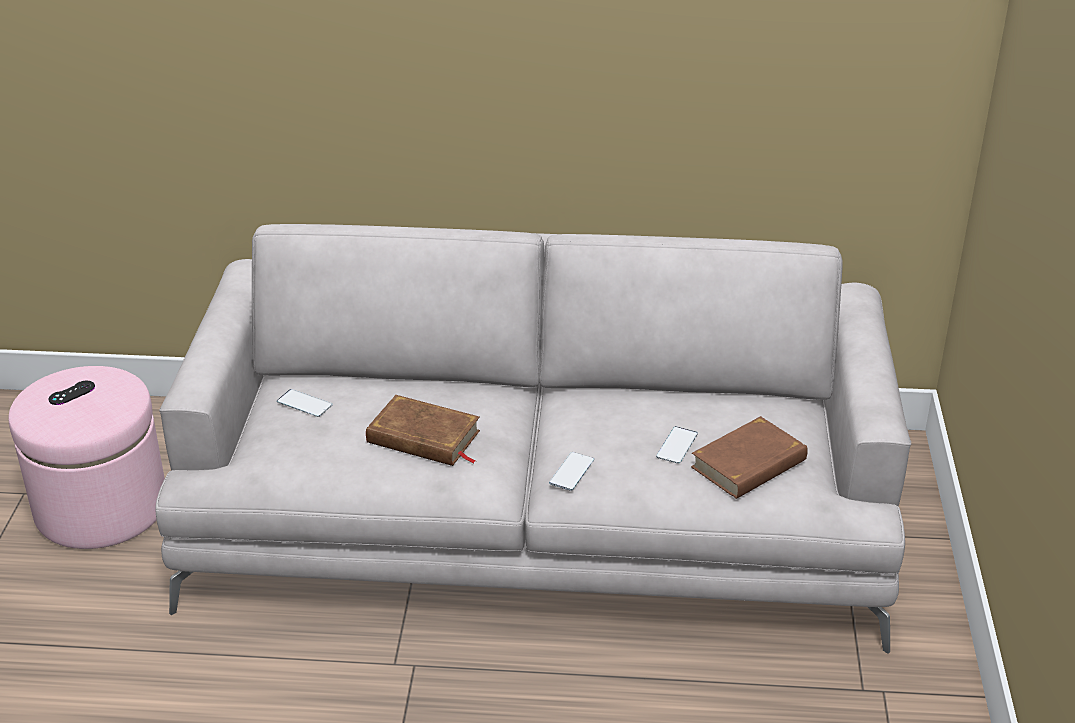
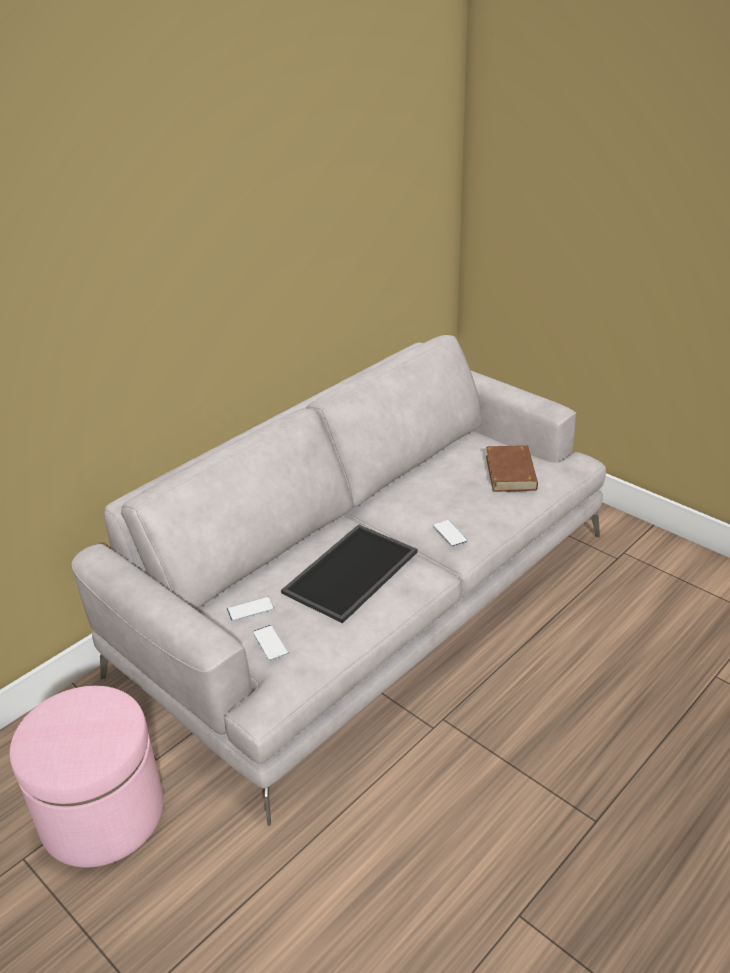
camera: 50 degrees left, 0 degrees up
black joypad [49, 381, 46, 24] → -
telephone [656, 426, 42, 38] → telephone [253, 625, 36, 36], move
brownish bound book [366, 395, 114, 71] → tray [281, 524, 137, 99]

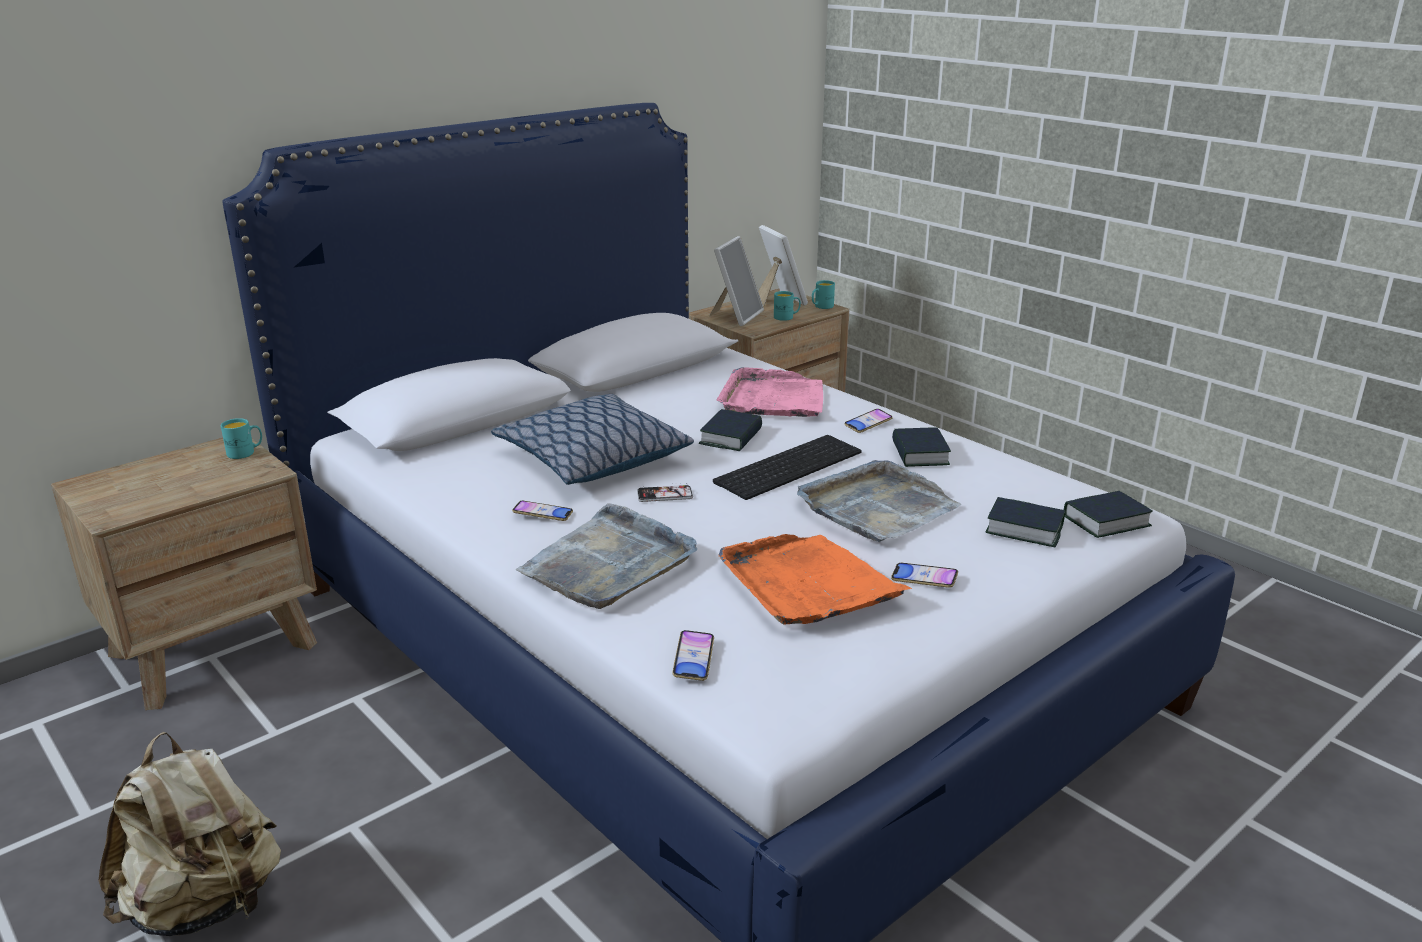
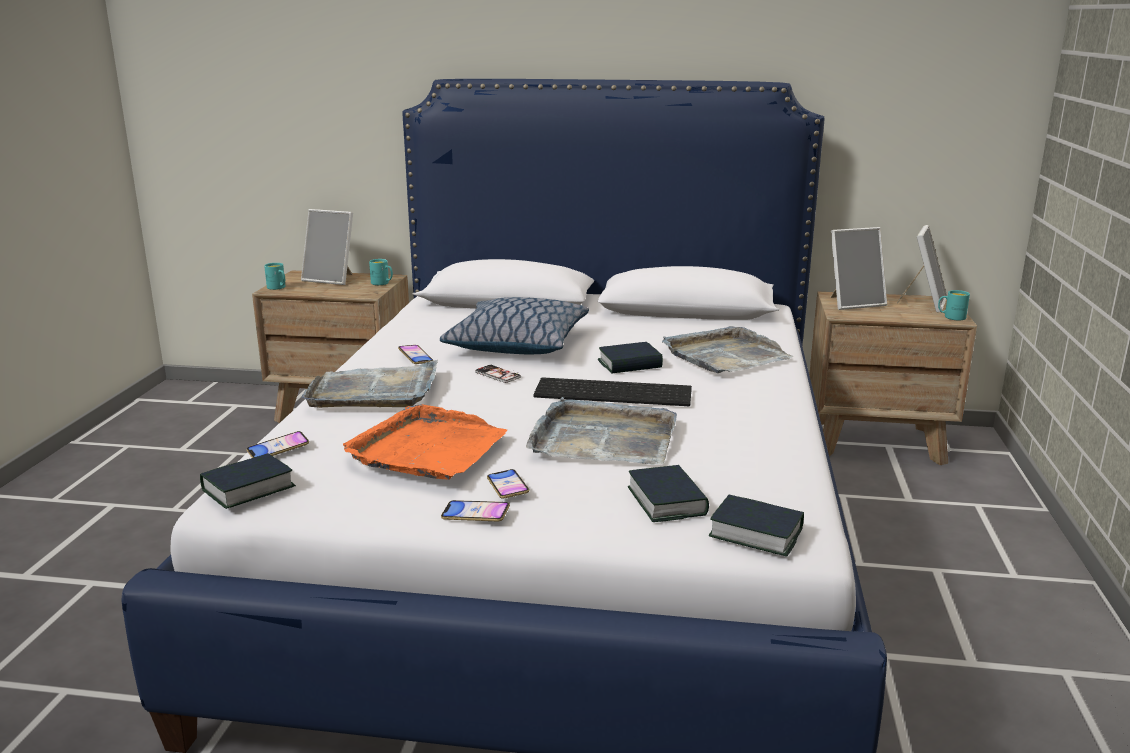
camera: 50 degrees right, 5 degrees down
beige-coloured backpack [98, 732, 183, 204] → -
- → picture frame [301, 209, 52, 76]
turquoise-coloured coffee mug [774, 291, 27, 30] → turquoise-coloured coffee mug [264, 263, 21, 27], move
telephone [844, 409, 49, 24] → telephone [441, 500, 69, 21], move
bound book [892, 428, 59, 39] → bound book [200, 453, 96, 56], move
pink tray [717, 367, 106, 50] → gray tray [662, 326, 132, 47]

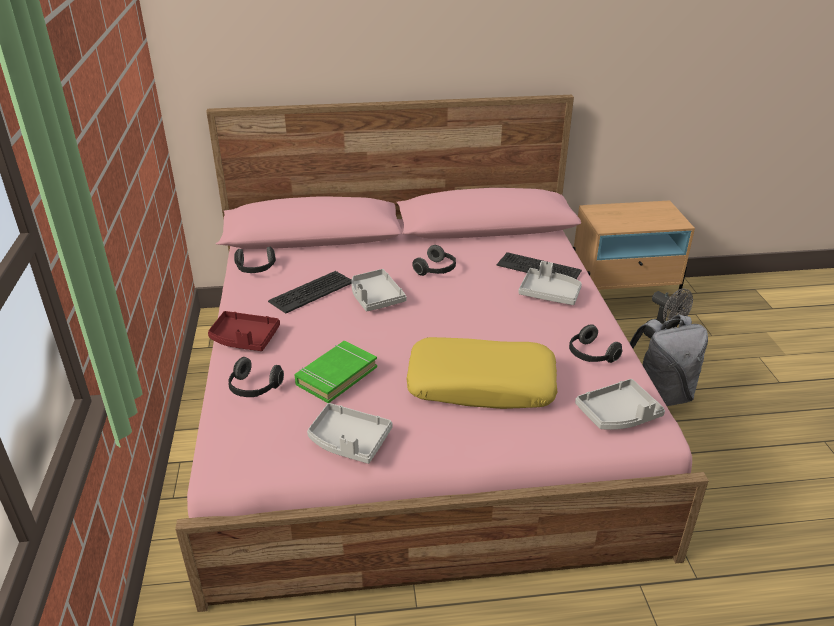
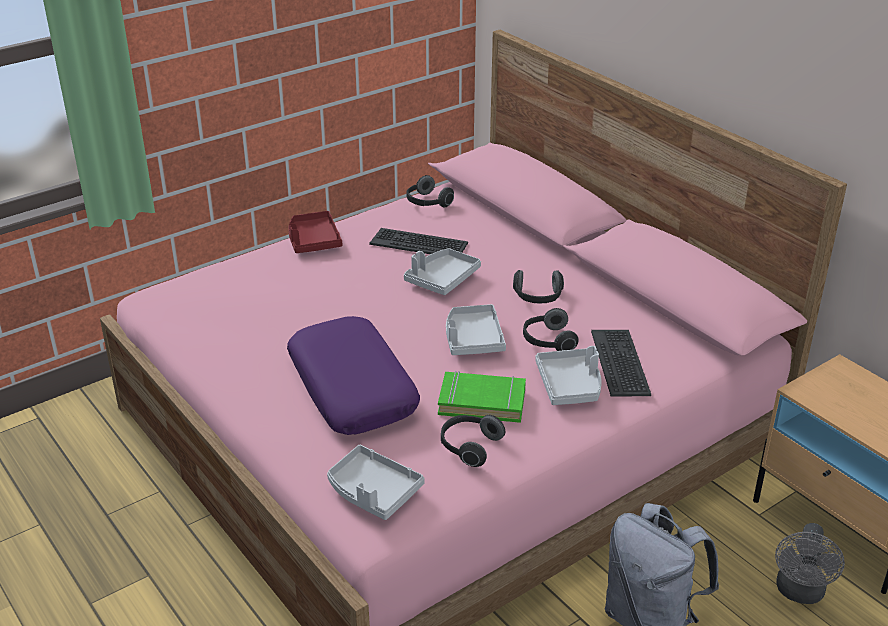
camera: 60 degrees right, 0 degrees up
headphones [228, 357, 56, 40] → headphones [523, 308, 56, 43], move
green-coloured bound book [294, 341, 83, 62] → green-coloured bound book [438, 371, 88, 52], move
gray tray [307, 403, 85, 61] → gray tray [446, 304, 60, 51], move
yellowish pillow [406, 337, 151, 72] → purple pillow [287, 316, 133, 119]

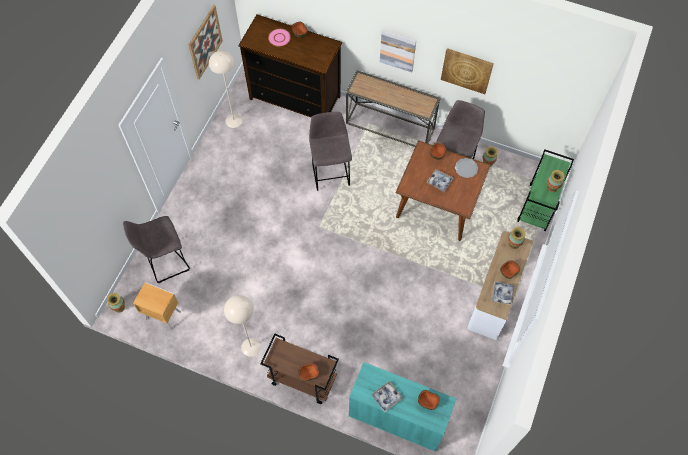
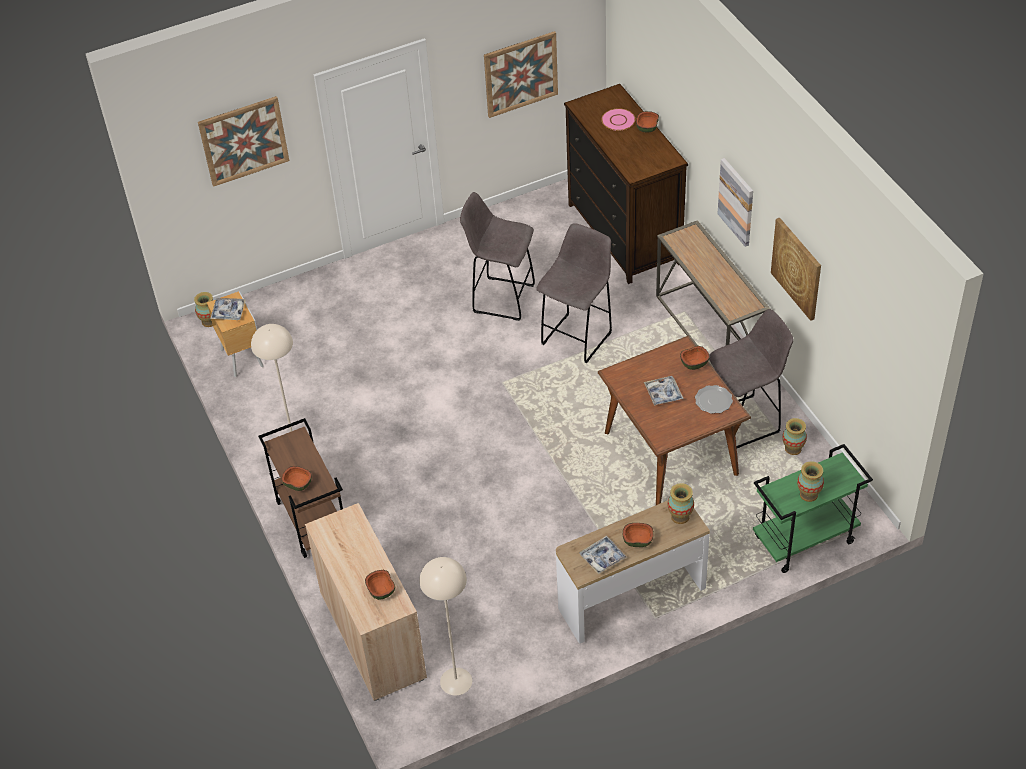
camera: 45 degrees right, 15 degrees down
- → picture [198, 96, 91, 91]
gray sitting stool [123, 216, 67, 67] → gray sitting stool [460, 192, 75, 129], move
beige-coloured standing lamp [209, 51, 33, 77] → beige-coloured standing lamp [419, 557, 53, 139], move
tray [371, 381, 32, 31] → tray [210, 298, 36, 22], move
turquoise-coloured cupboard [349, 362, 107, 90] → beige-coloured cupboard [305, 503, 122, 198]

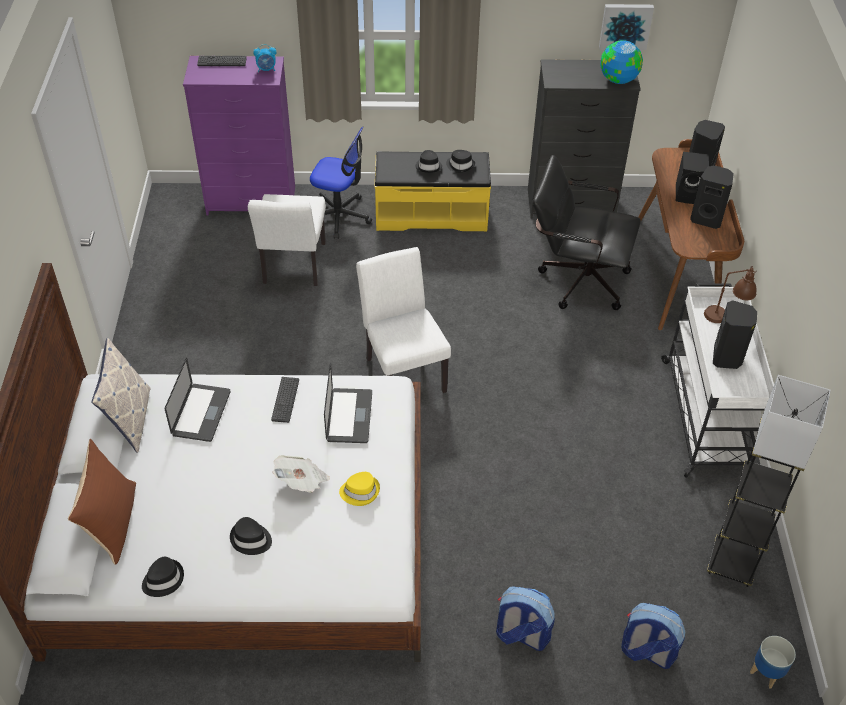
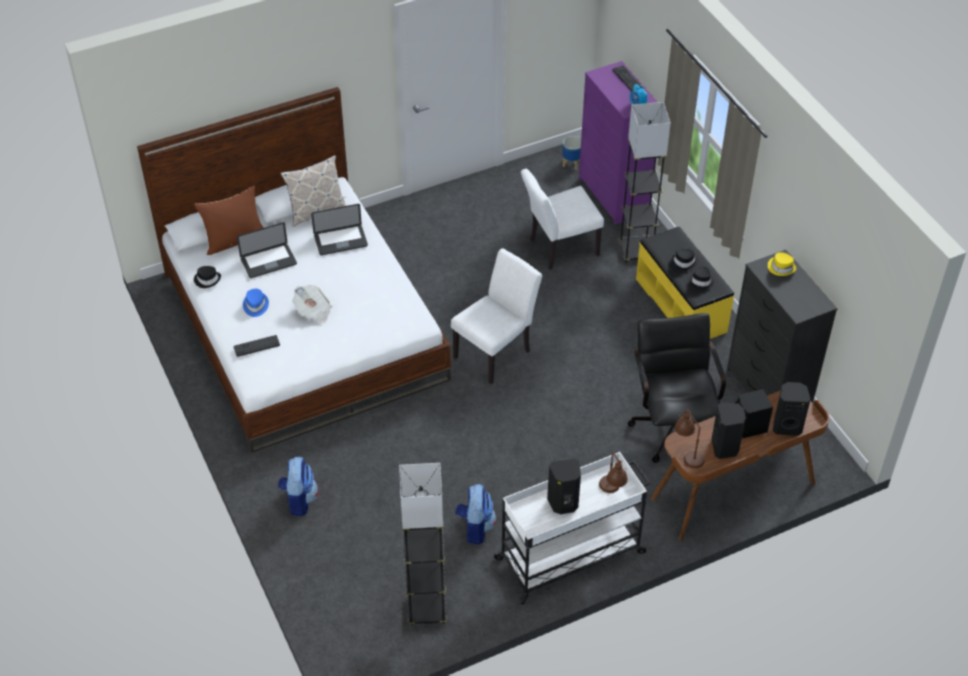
camera: 65 degrees right, 0 degrees up
picture [599, 4, 55, 46] → -
globe [600, 40, 43, 44] → -
- → brownish table lamp [675, 409, 30, 60]
keyboard [271, 377, 28, 46] → keyboard [233, 335, 47, 22], move
portable computer [324, 363, 48, 80] → portable computer [237, 222, 60, 56], move
yellowish clothing hat [339, 472, 41, 34] → yellowish clothing hat [768, 252, 29, 24], move
backpack [621, 603, 64, 66] → backpack [456, 484, 40, 61], move
flower pot [750, 636, 46, 52] → flower pot [562, 136, 19, 34], move
computer chair [310, 127, 62, 112] → gray standing lamp [619, 102, 52, 161]
black clothing hat [230, 517, 42, 38] → bluish clothing hat [243, 289, 26, 28]

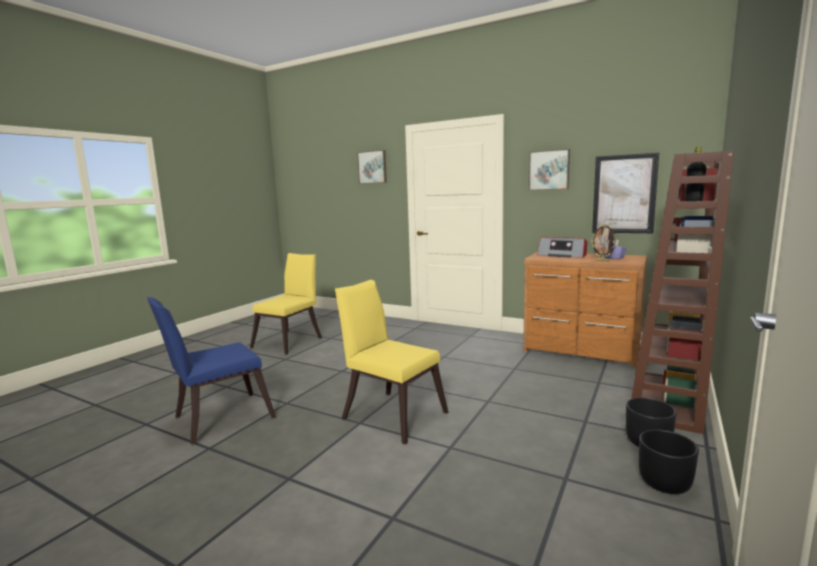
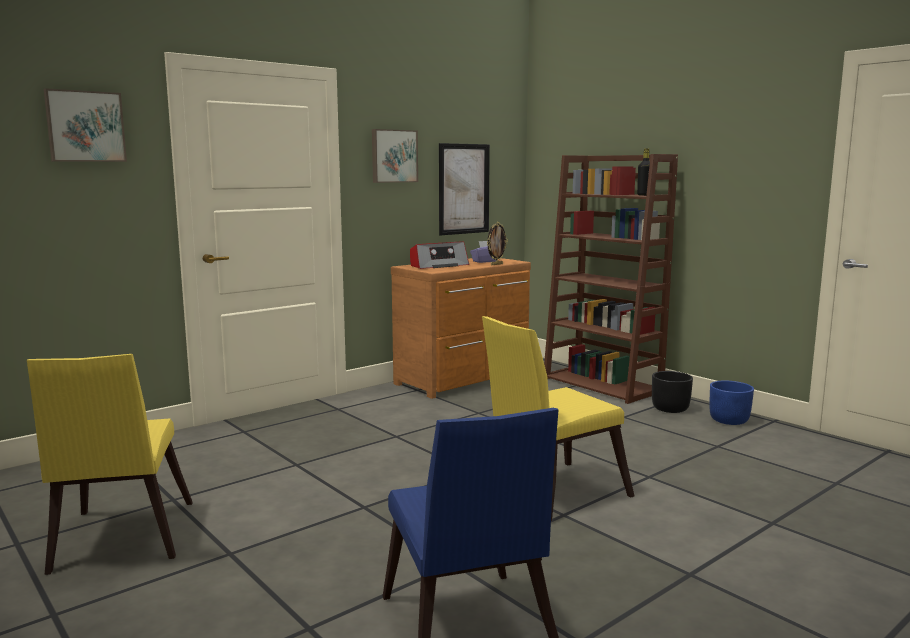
camera: 70 degrees left, 0 degrees up
black flower pot [639, 430, 60, 64] → bluish flower pot [709, 381, 45, 44]
yellowish chair [250, 253, 72, 102] → yellowish chair [27, 354, 166, 221], 150 degrees counterclockwise

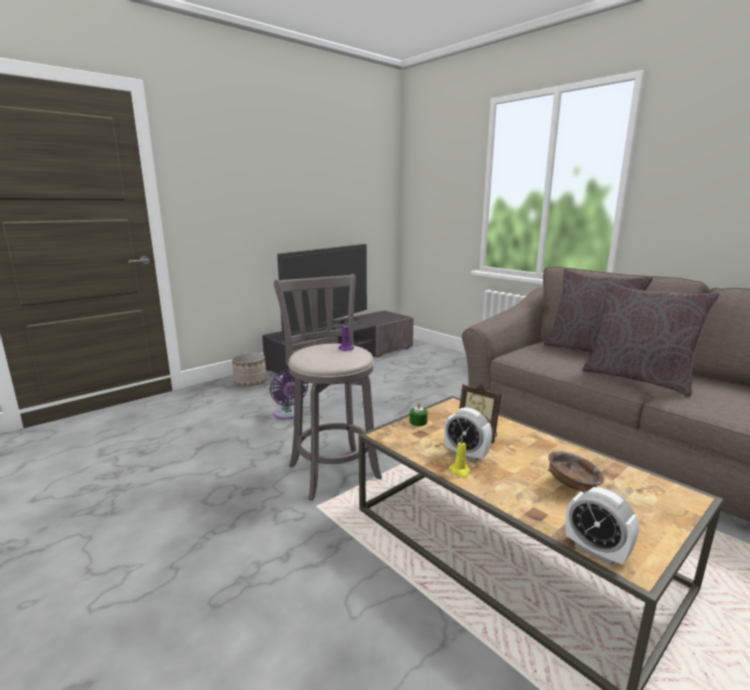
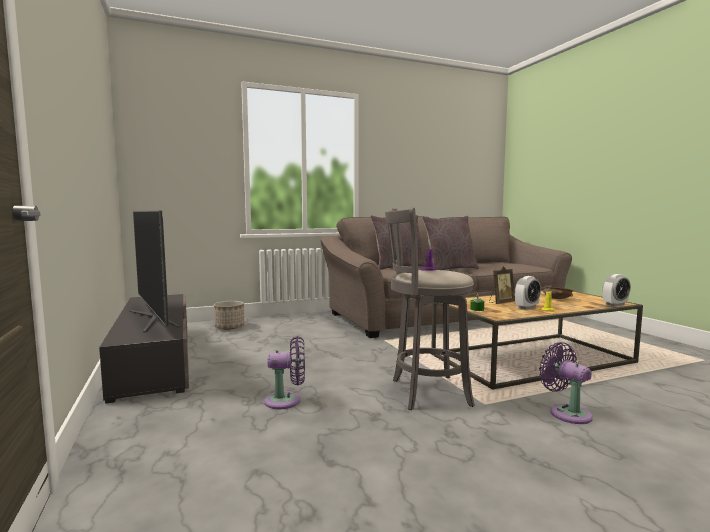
camera: 70 degrees left, 10 degrees down
- → purple fan [539, 342, 54, 82]
flower pot [232, 353, 35, 33] → flower pot [214, 301, 30, 29], move

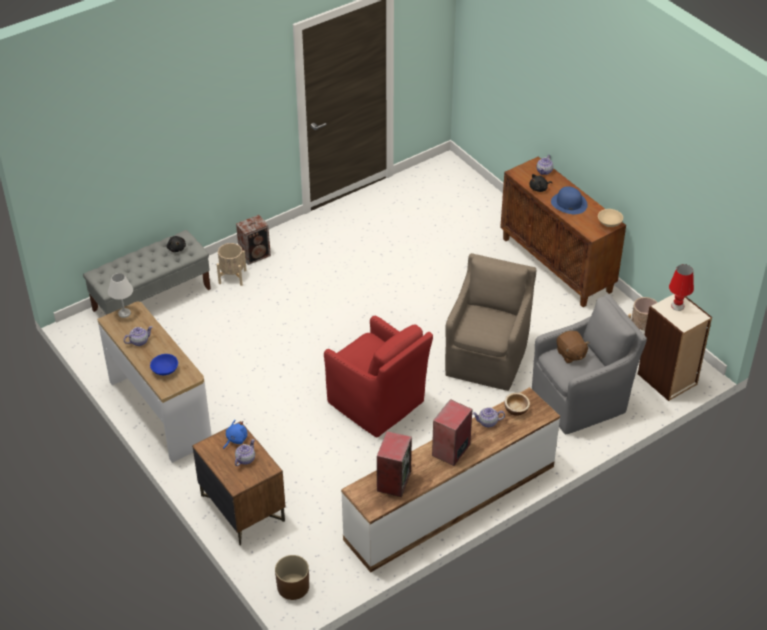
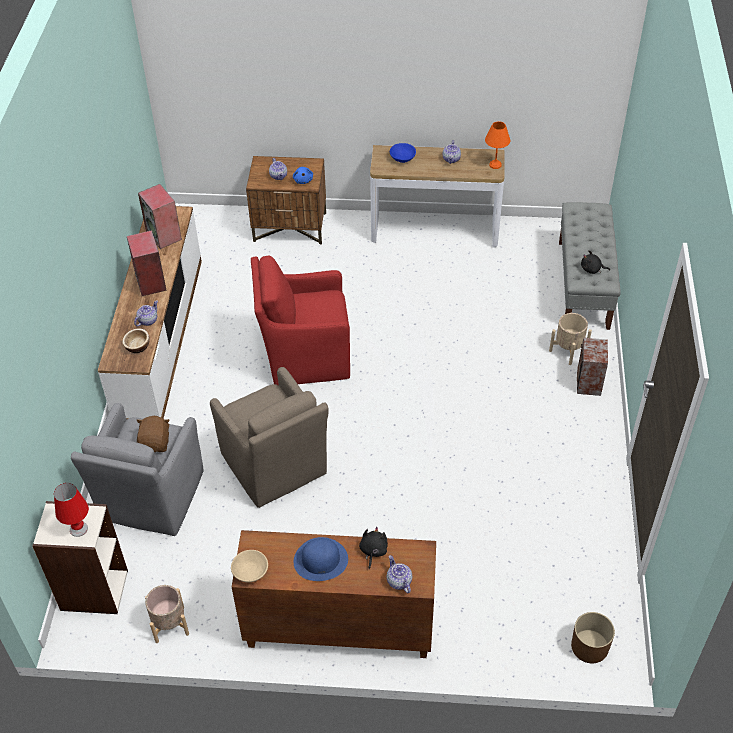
camera: 130 degrees right, 5 degrees up
brownish flower pot [275, 555, 34, 45] → brownish flower pot [571, 612, 44, 51], move
whitish table lamp [108, 273, 25, 45] → orangey table lamp [485, 121, 25, 48]
brownish plush toy [557, 331, 33, 32] → brownish plush toy [136, 416, 34, 36], 75 degrees clockwise

